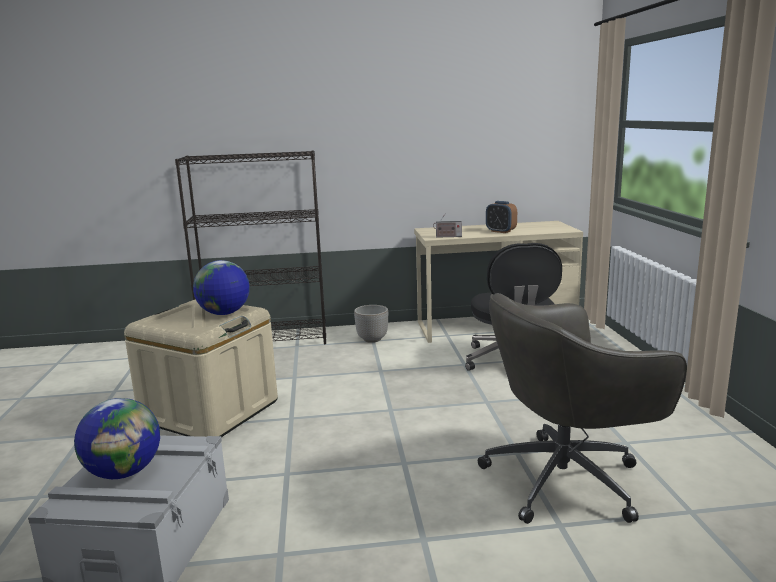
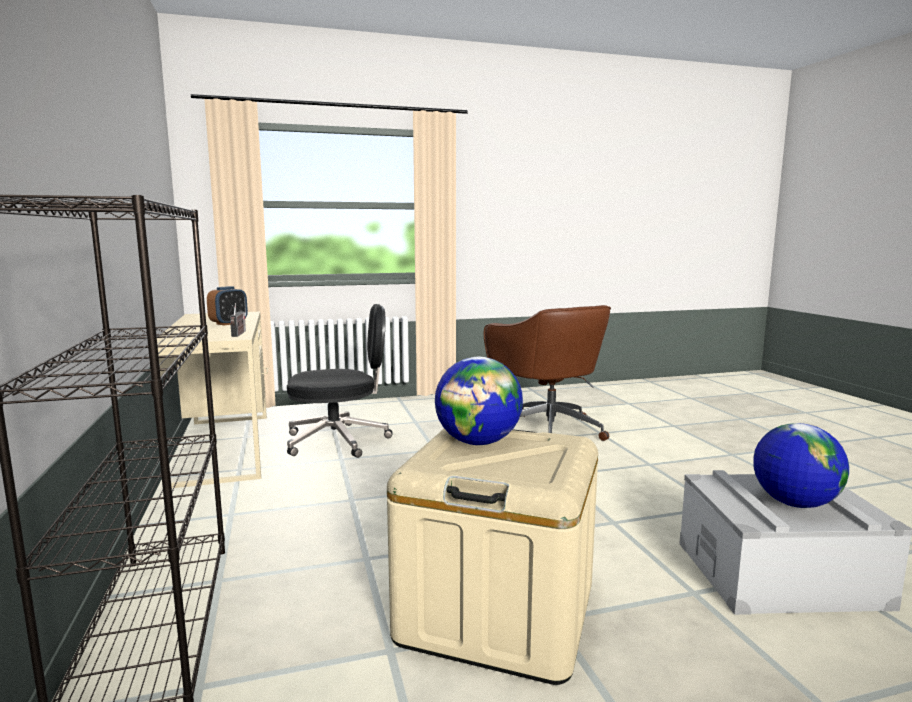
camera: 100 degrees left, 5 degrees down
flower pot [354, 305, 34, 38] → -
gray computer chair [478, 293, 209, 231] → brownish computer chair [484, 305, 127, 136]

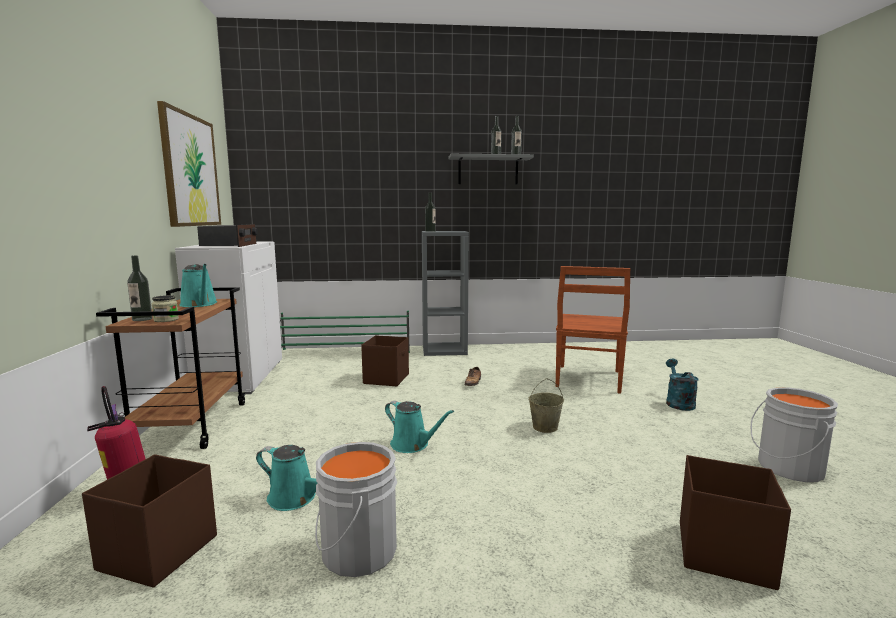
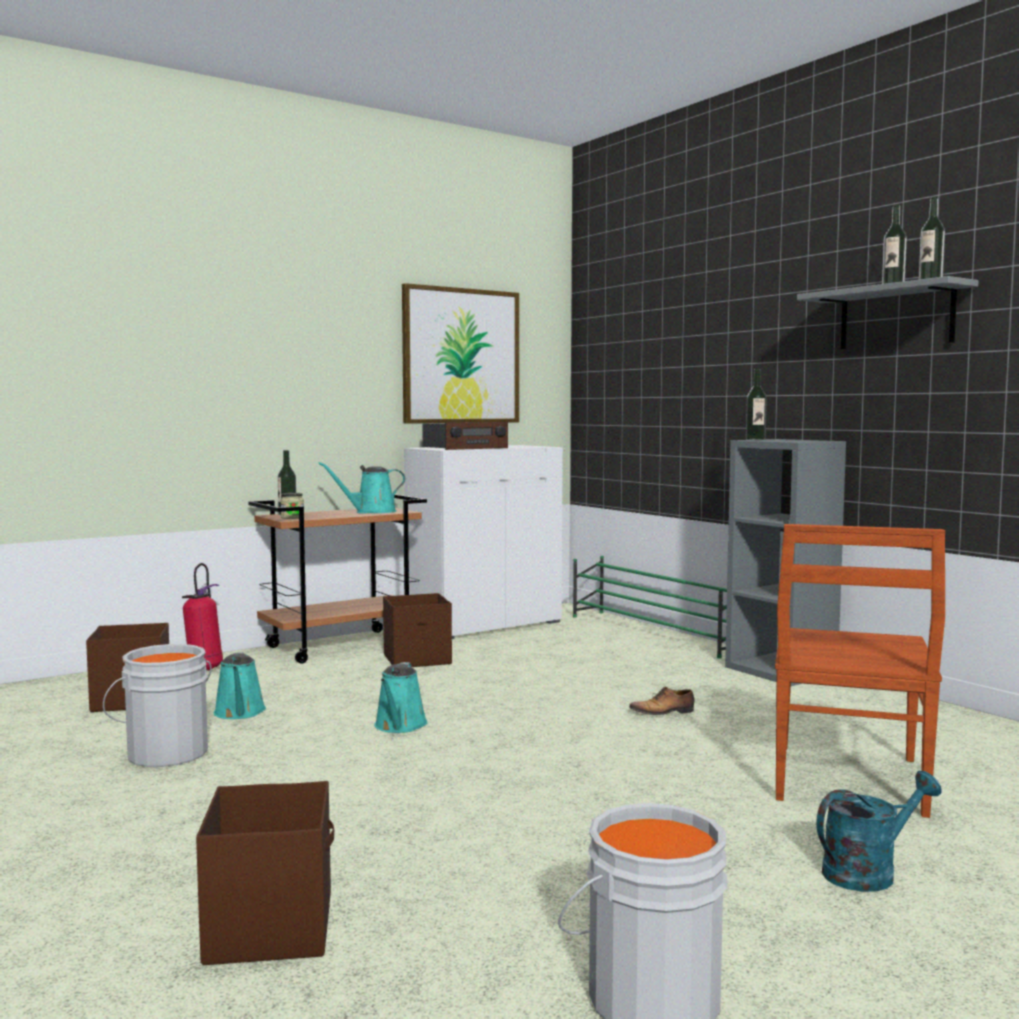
camera: 60 degrees right, 5 degrees down
beige-coloured water bucket [529, 379, 35, 54] → -
brownish storage box [361, 335, 48, 51] → brownish storage box [383, 593, 69, 74], move
turquoise-coloured watering pot [179, 264, 39, 43] → turquoise-coloured watering pot [318, 462, 87, 52], 45 degrees clockwise
brownish chair [556, 266, 74, 128] → brownish chair [775, 524, 170, 294], 60 degrees counterclockwise

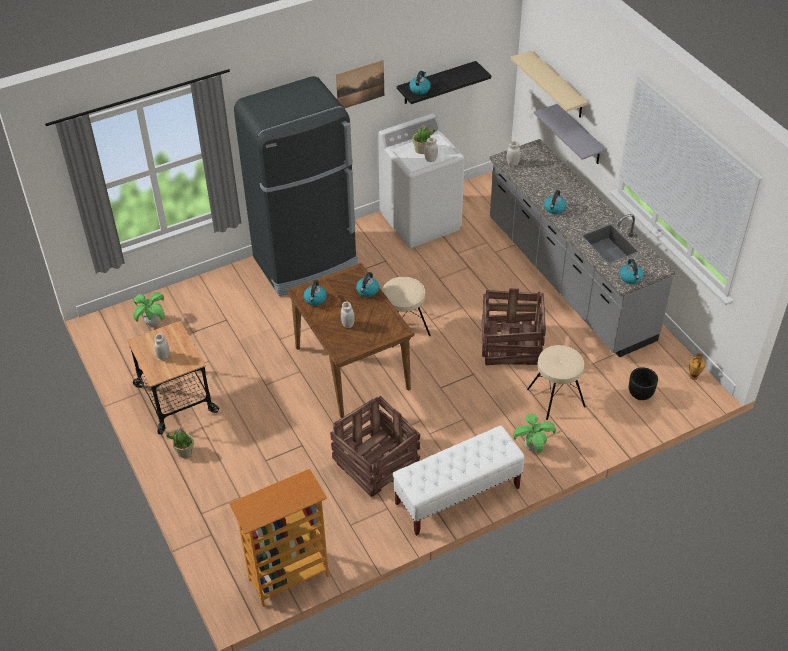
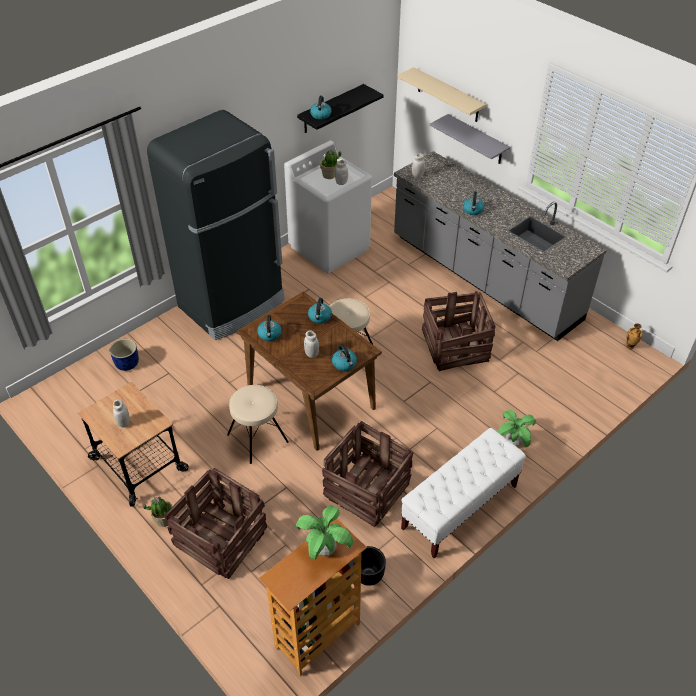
camera: 15 degrees left, 0 degrees up
picture [336, 60, 48, 48] → -
- → bluish flower pot [110, 339, 29, 32]
- → packing crate [164, 468, 103, 111]
plant in a pot [133, 292, 32, 34] → plant in a pot [296, 505, 57, 55], move
beige-coloured sitting stool [527, 345, 59, 75] → beige-coloured sitting stool [227, 385, 62, 79], move
tea kettle [620, 259, 23, 25] → tea kettle [332, 344, 25, 27], move
black flower pot [629, 367, 29, 33] → black flower pot [354, 546, 32, 40], move

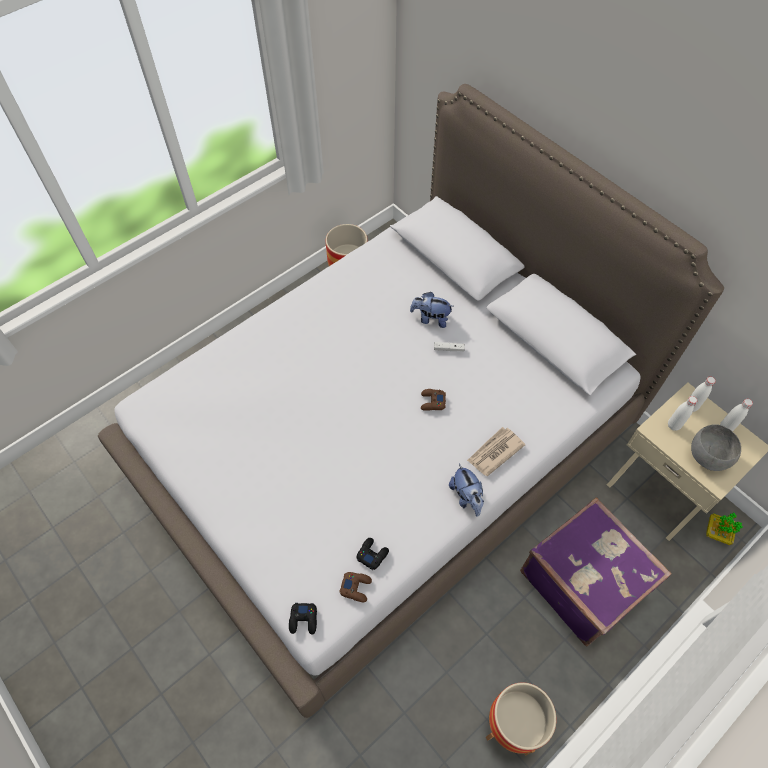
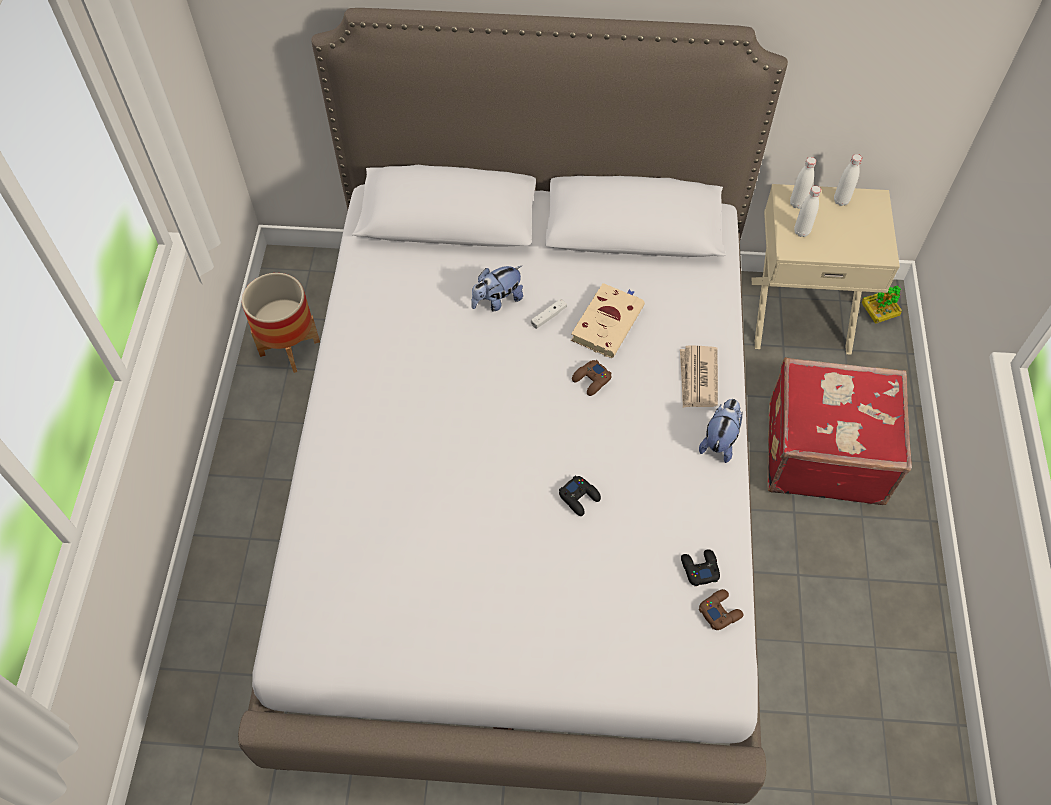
camera: 45 degrees left, 0 degrees up
flower pot [486, 682, 70, 74] → -
gray bowl [691, 424, 50, 47] → -
- → beige-coloured bound book [571, 283, 74, 75]
black joypad [289, 603, 28, 31] → black joypad [559, 475, 42, 41], move
purple travel case [520, 497, 152, 150] → red-coloured travel case [767, 357, 145, 148]
plush toy [449, 464, 35, 53] → plush toy [699, 399, 43, 64], 90 degrees counterclockwise

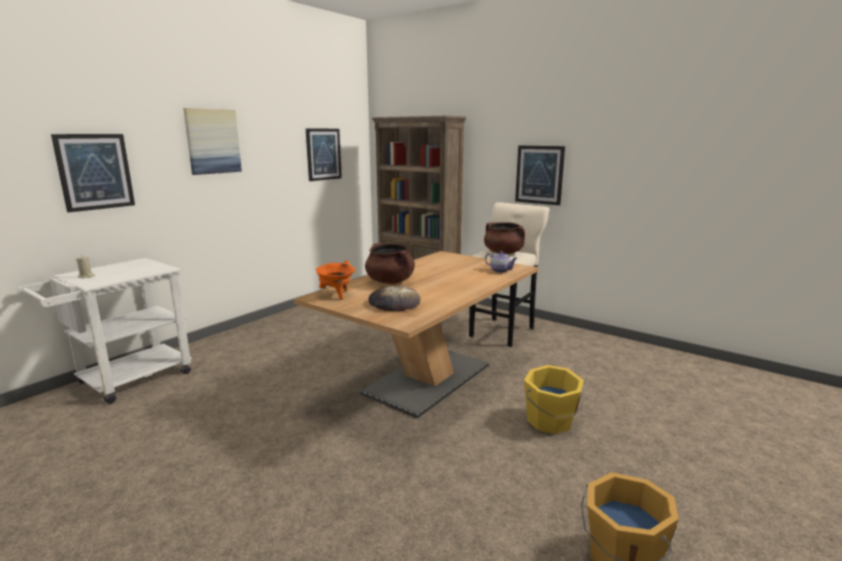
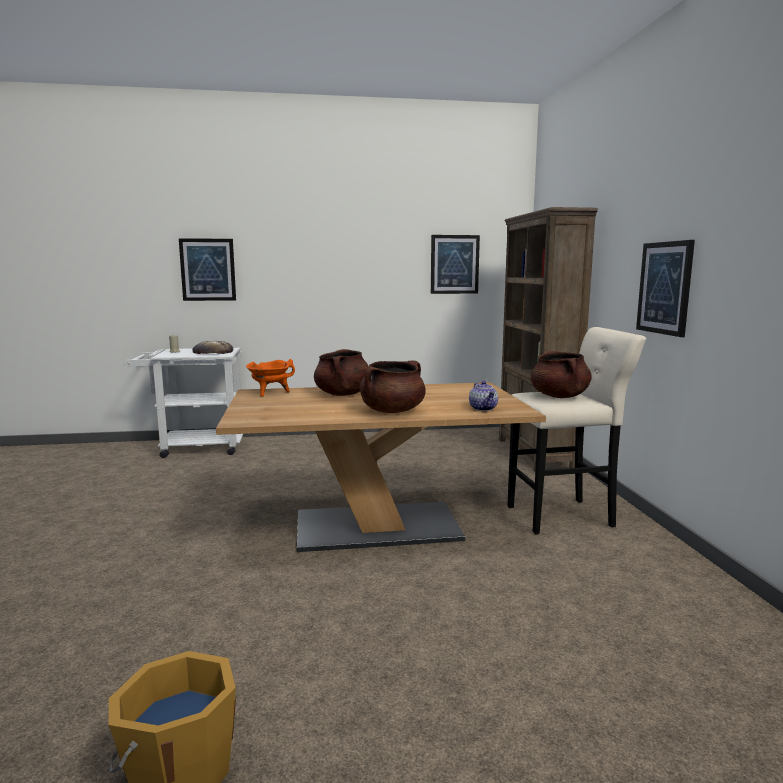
camera: 45 degrees right, 5 degrees down
picture [183, 108, 59, 67] → -
yellowish water bucket [524, 365, 60, 69] → -
- → brownish stockpot [360, 360, 66, 53]
bread [368, 285, 53, 26] → bread [192, 341, 42, 13], move

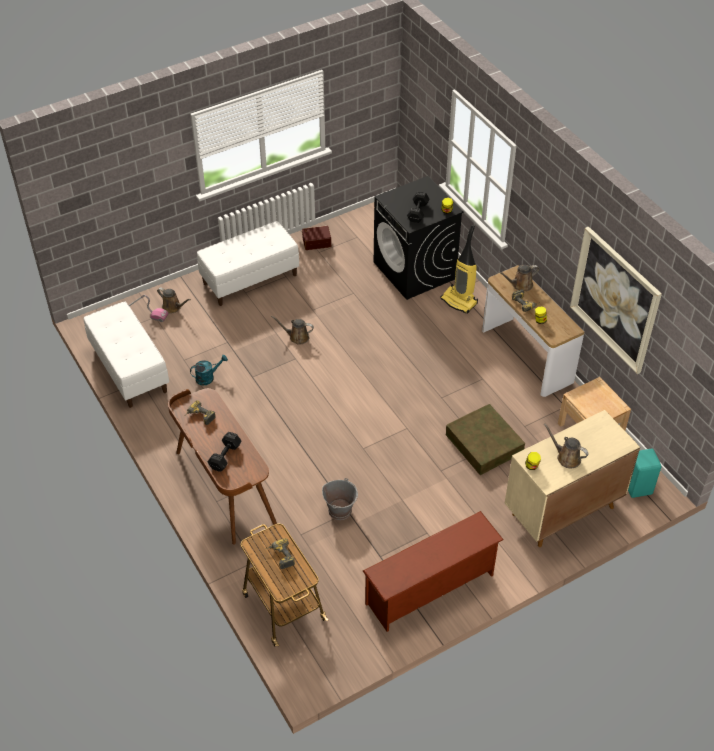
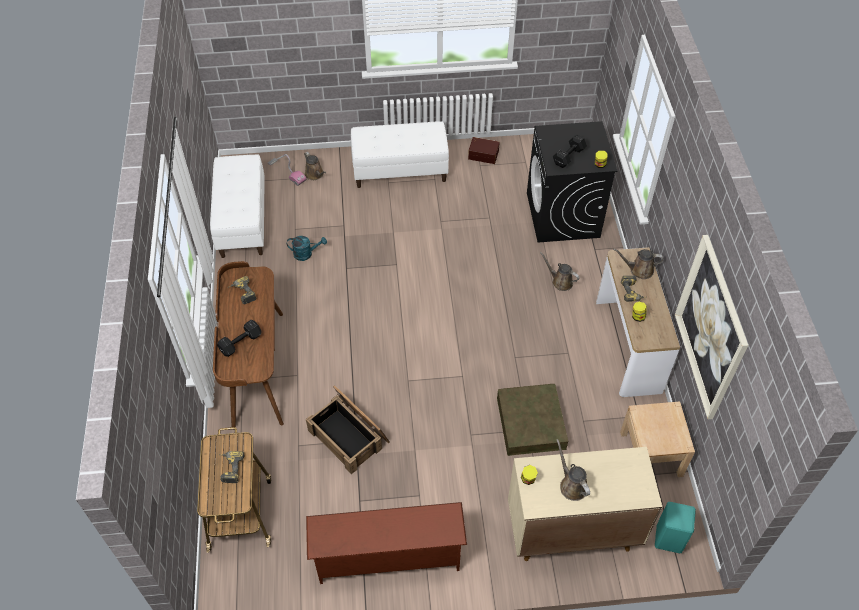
camera: 25 degrees right, 5 degrees up
vacuum [440, 225, 38, 89] → -
brownish watering pot [271, 316, 43, 28] → brownish watering pot [540, 252, 39, 39], move
gray water bucket [322, 478, 36, 42] → packing crate [306, 385, 84, 89]

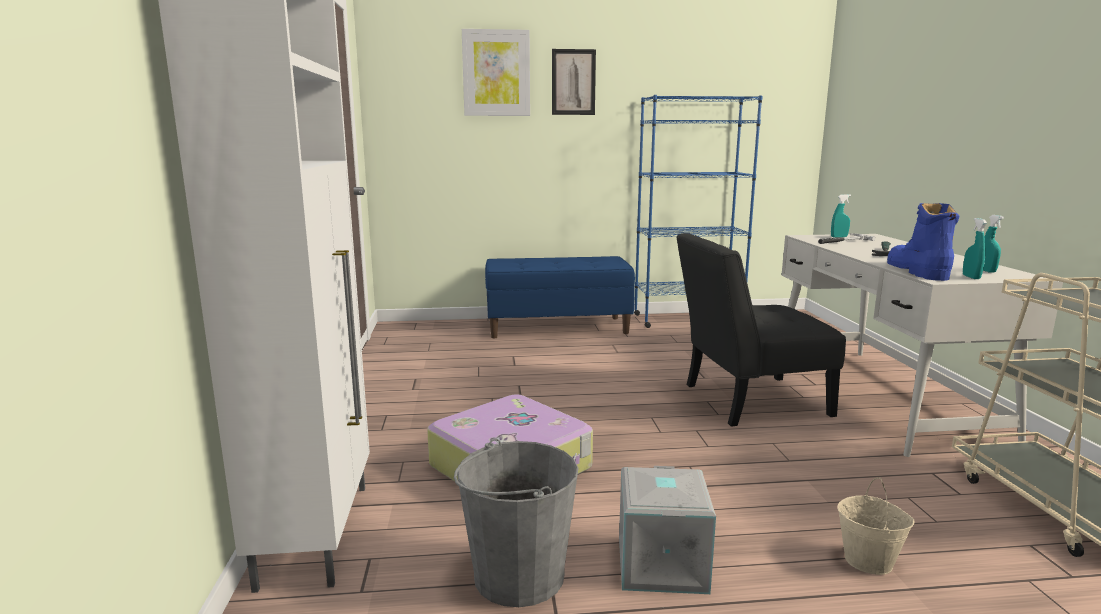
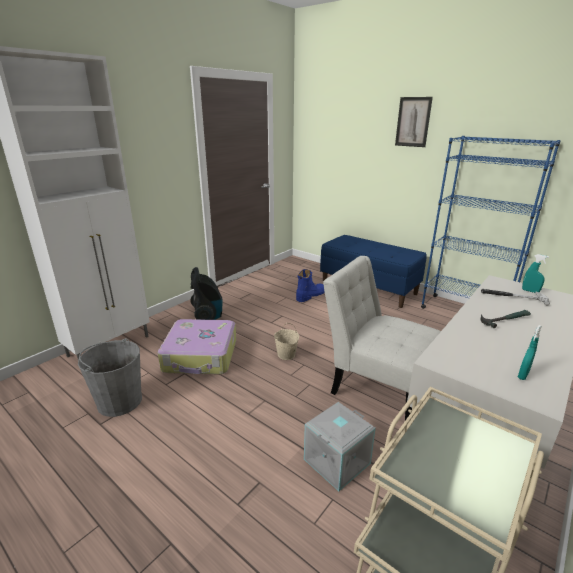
camera: 45 degrees right, 10 degrees up
picture [462, 29, 68, 87] → -
turquoise-coloured spray bottle [963, 218, 24, 61] → -
- → vacuum [190, 267, 33, 53]
gray storage box [619, 466, 97, 128] → gray storage box [304, 402, 72, 89], move
beige-coloured water bucket [838, 478, 77, 97] → beige-coloured water bucket [274, 323, 25, 37], move
bluish boot [887, 203, 72, 78] → bluish boot [296, 269, 29, 33], move
black chair [676, 233, 170, 193] → whitish chair [323, 256, 118, 164]

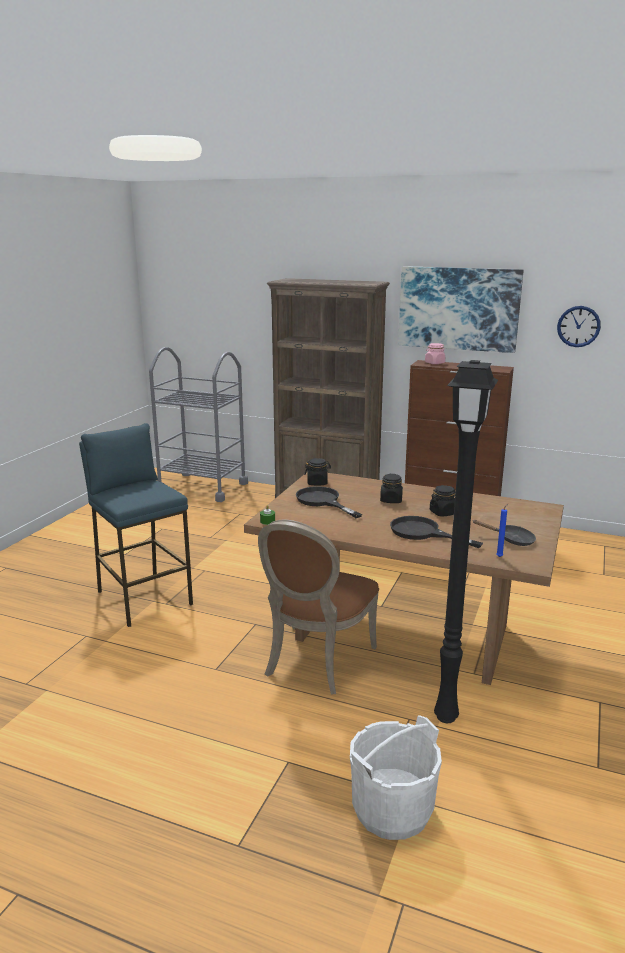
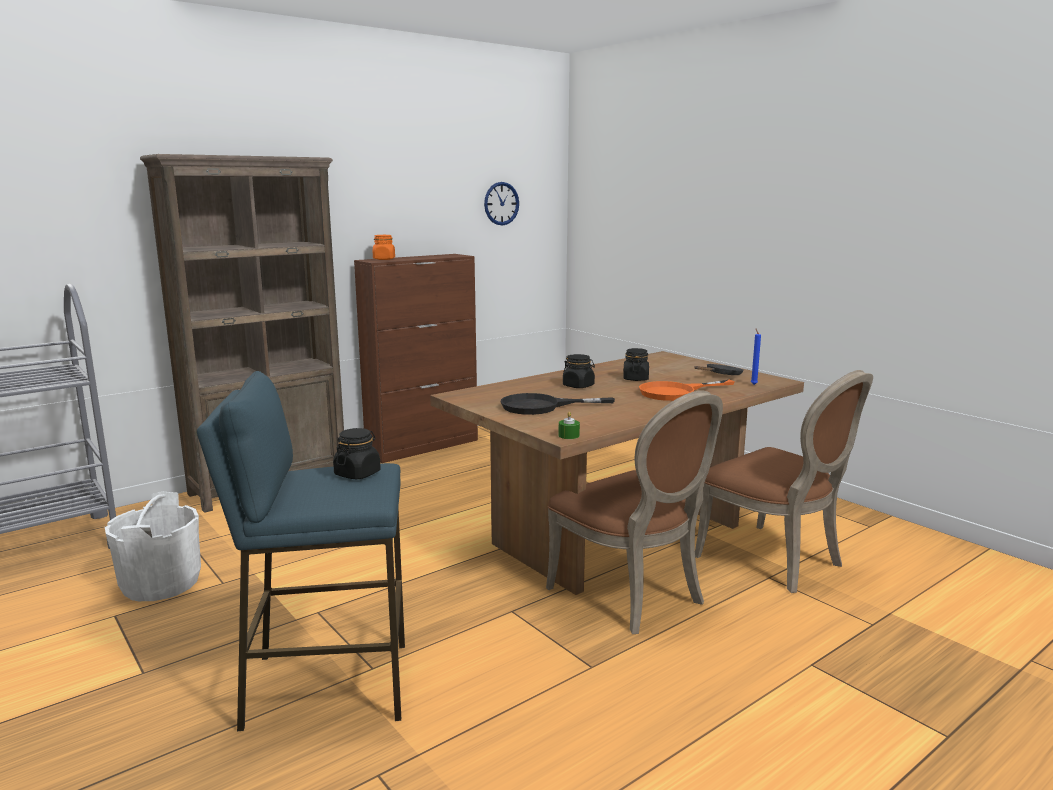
camera: 60 degrees left, 5 degrees down
picture [398, 266, 126, 87] → -
black preserve jar [304, 458, 27, 27] → black preserve jar [333, 428, 48, 51], move
whitish water bucket [350, 715, 92, 125] → whitish water bucket [105, 491, 96, 110], move
black standing lamp [434, 360, 64, 363] → brownish chair [695, 370, 178, 223]
black pan [390, 516, 93, 32] → orangey pan [639, 380, 96, 21]
pink preserve jar [425, 343, 20, 21] → orangey preserve jar [373, 235, 22, 25]

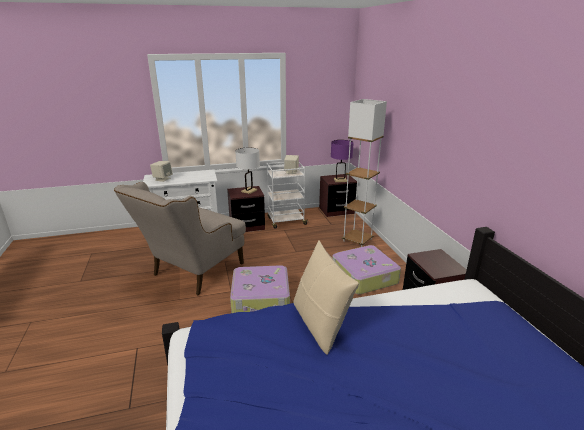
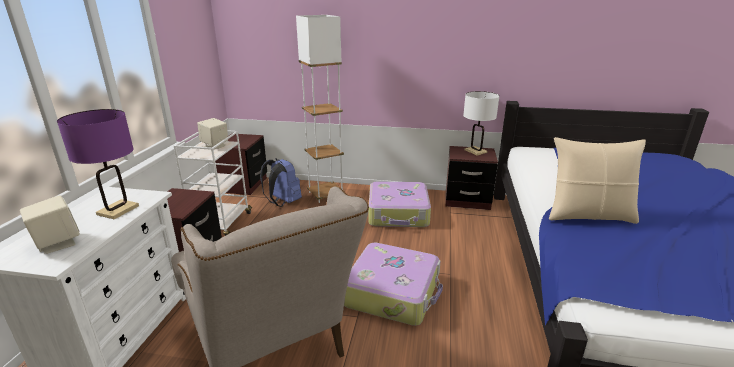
camera: 65 degrees left, 0 degrees up
- → bluish backpack [260, 158, 42, 49]
whitish table lamp [235, 147, 25, 47] → whitish table lamp [463, 91, 36, 64], move
purple table lamp [331, 140, 23, 42] → purple table lamp [57, 109, 82, 110], move

